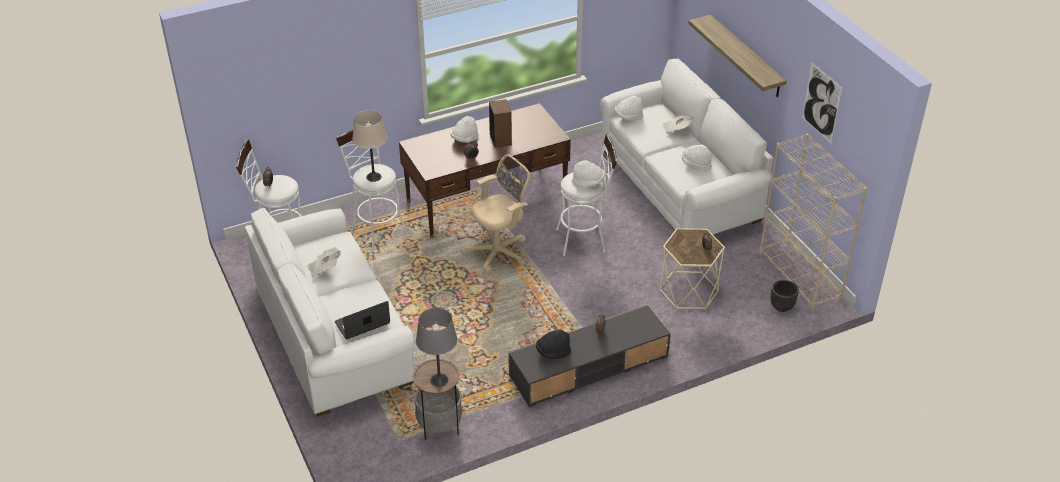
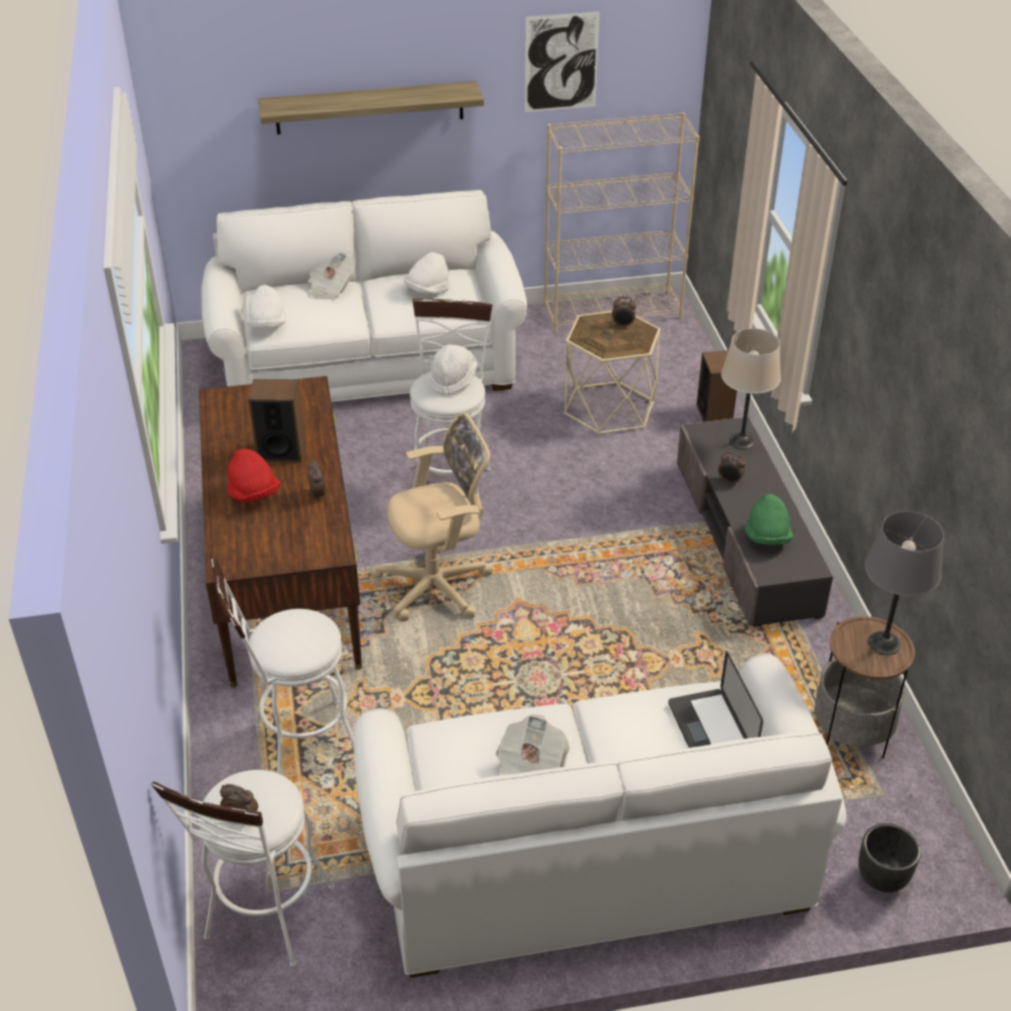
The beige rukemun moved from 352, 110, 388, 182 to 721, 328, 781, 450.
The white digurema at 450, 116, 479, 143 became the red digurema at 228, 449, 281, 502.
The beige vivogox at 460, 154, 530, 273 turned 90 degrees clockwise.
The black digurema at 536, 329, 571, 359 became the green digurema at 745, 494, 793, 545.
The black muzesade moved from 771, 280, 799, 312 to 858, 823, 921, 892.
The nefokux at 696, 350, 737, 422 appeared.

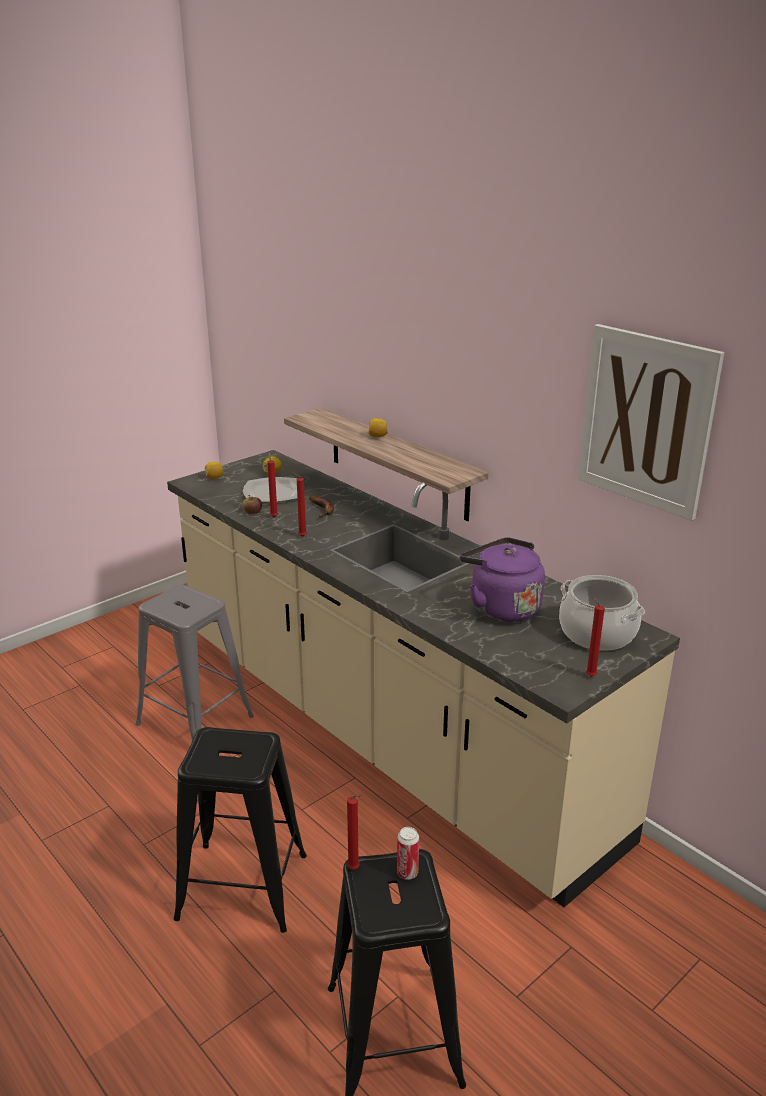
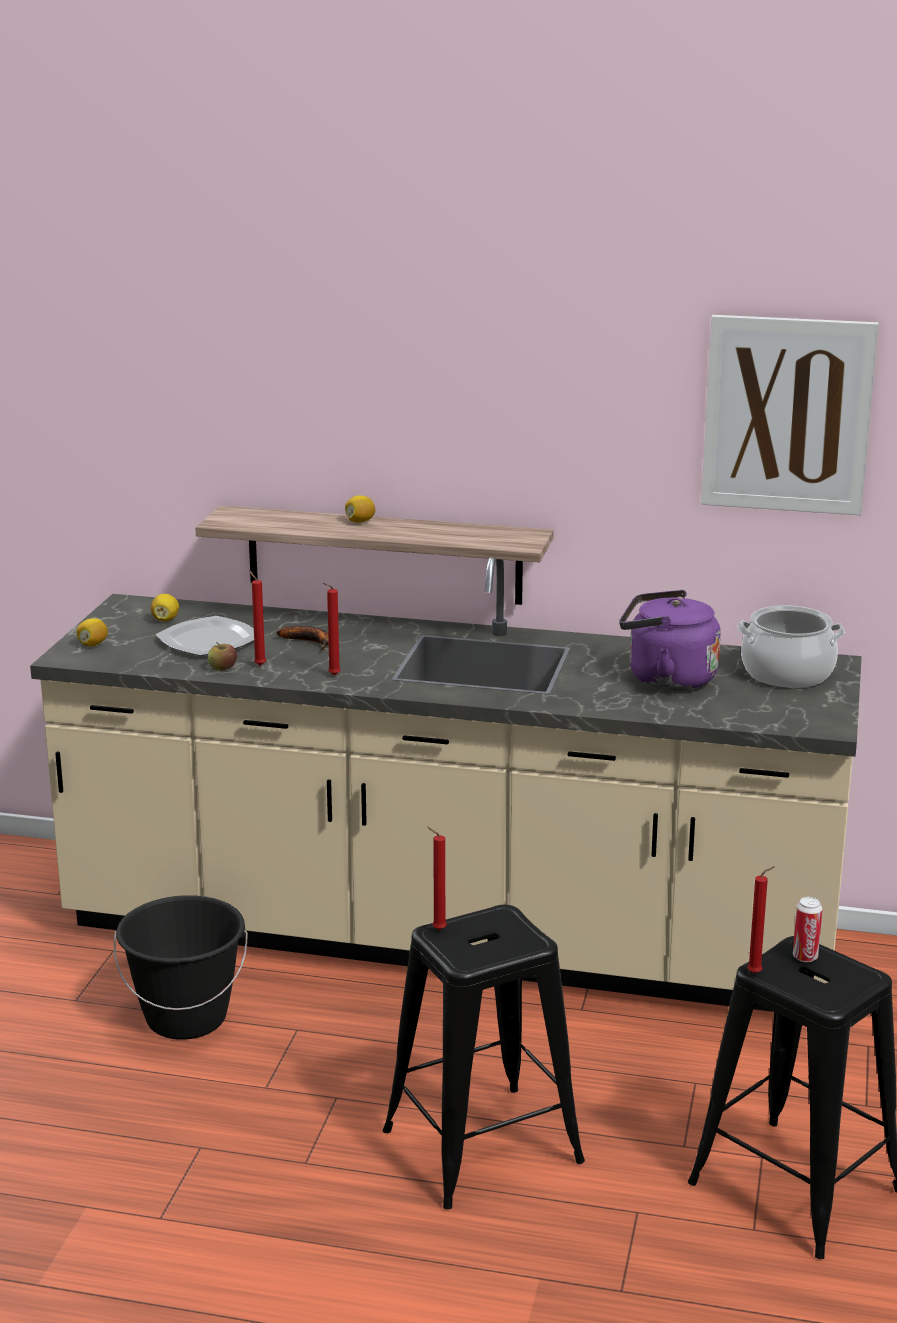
The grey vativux at 135, 585, 254, 741 was replaced by the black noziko at 114, 895, 248, 1040.
The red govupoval moved from 586, 596, 605, 677 to 427, 827, 447, 930.

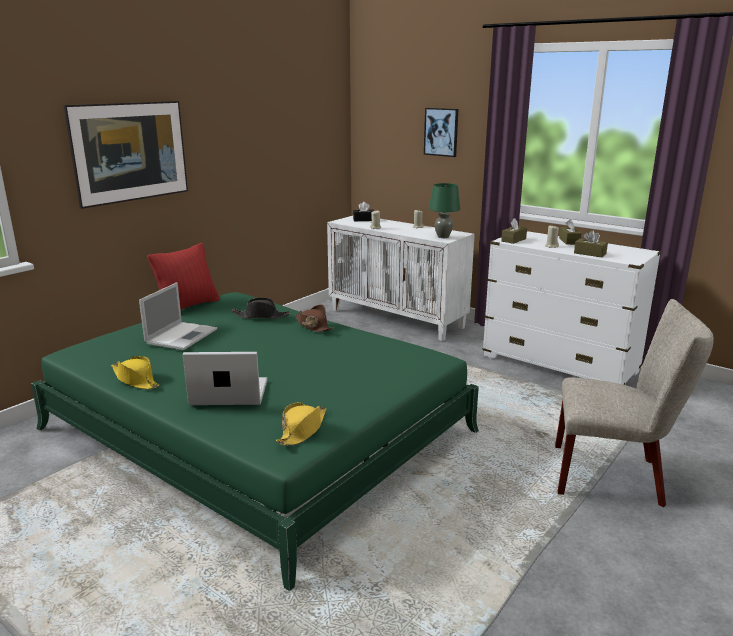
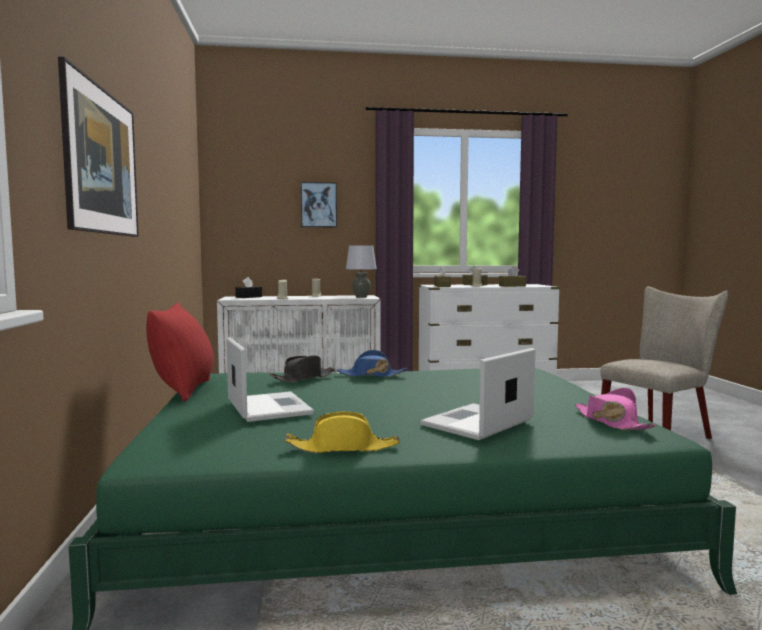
The yellow digurema at 276, 402, 326, 446 became the pink digurema at 575, 388, 656, 430.
The brown digurema at 295, 304, 334, 332 became the blue digurema at 337, 350, 407, 377.
The green rukemun at 429, 183, 460, 238 became the grey rukemun at 346, 245, 377, 298.

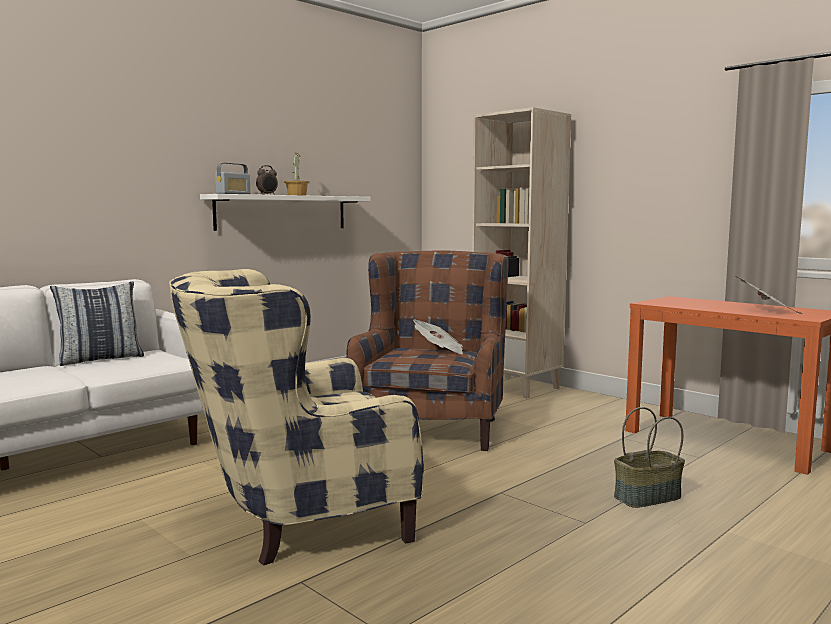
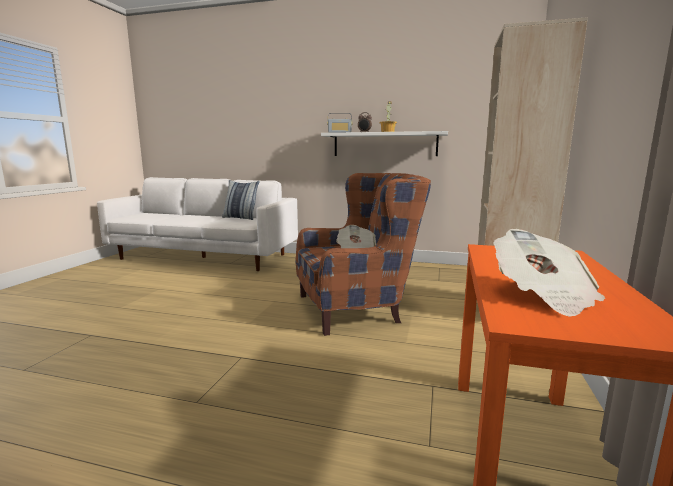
The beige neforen at 169, 269, 424, 565 disappeared.
The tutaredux at 614, 407, 685, 508 disappeared.

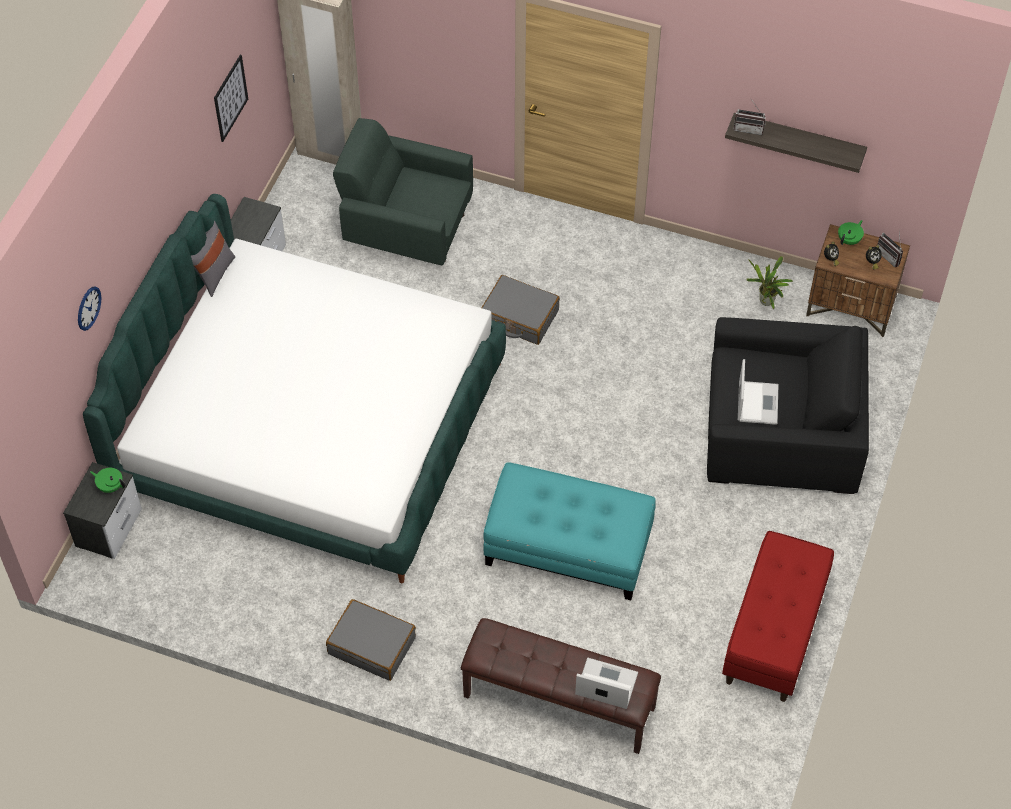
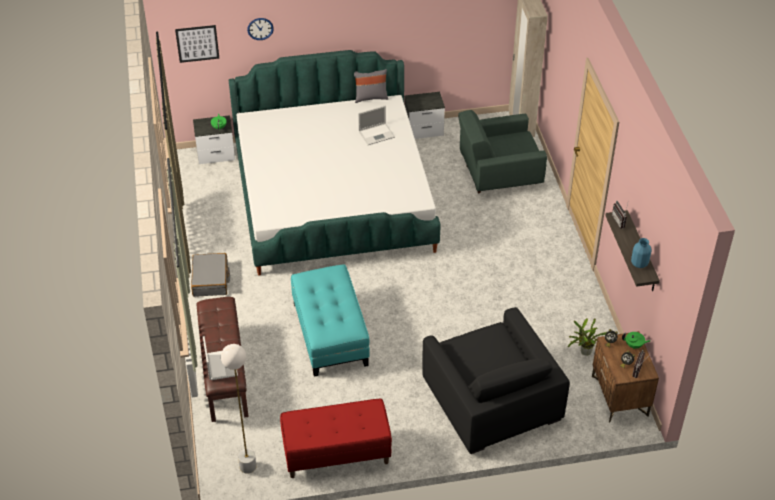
The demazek moved from 214, 55, 248, 142 to 175, 25, 220, 63.
The green neforen at 333, 118, 473, 265 turned 90 degrees counterclockwise.
The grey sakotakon at 481, 275, 560, 345 disappeared.
The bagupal moved from 738, 359, 779, 425 to 358, 106, 395, 145.
The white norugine at 221, 344, 256, 474 appeared.
The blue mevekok at 631, 238, 652, 268 appeared.

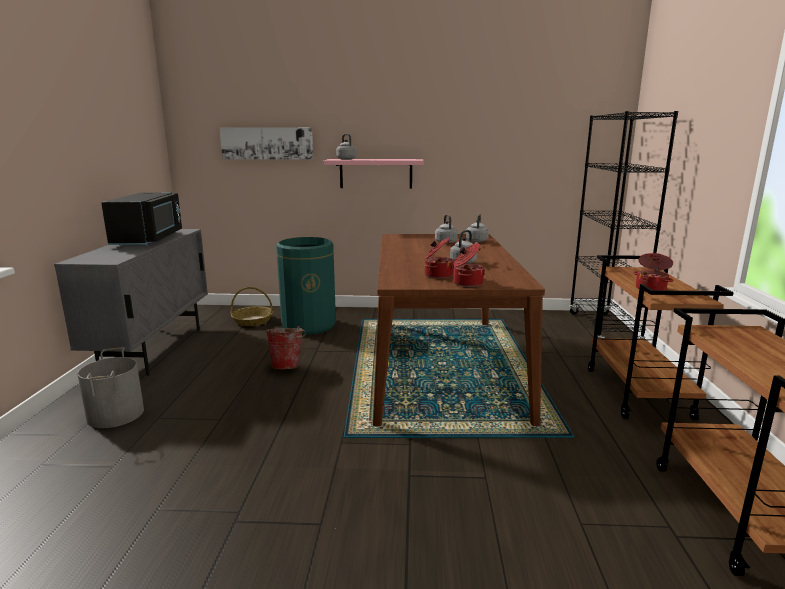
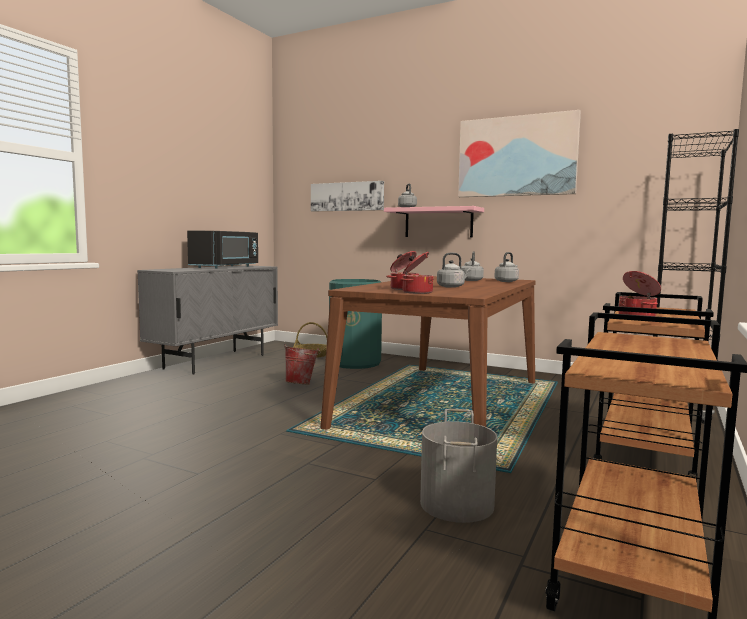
The grey noziko moved from 77, 347, 144, 428 to 420, 409, 497, 523.
The demazek at 458, 110, 581, 197 appeared.

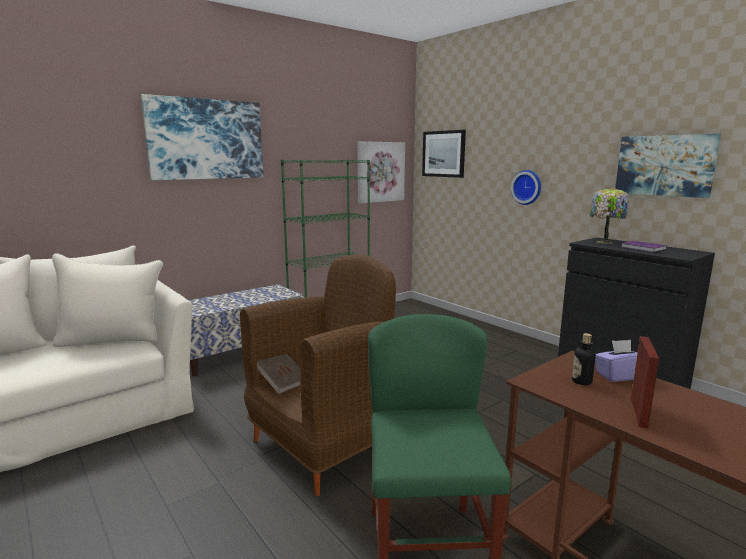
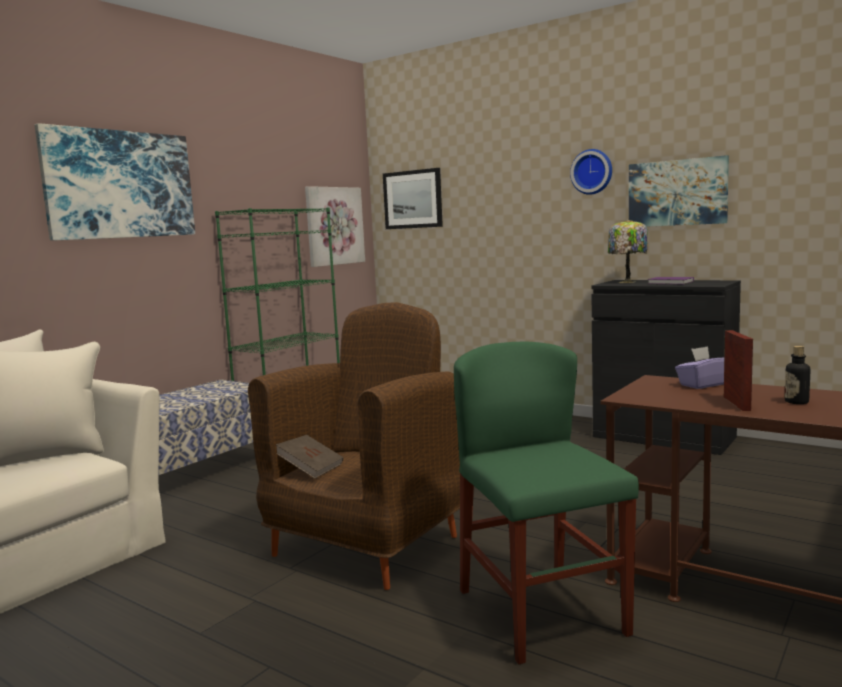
The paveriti moved from 511, 170, 541, 205 to 570, 149, 612, 195.
The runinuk moved from 572, 333, 596, 385 to 785, 346, 810, 404.

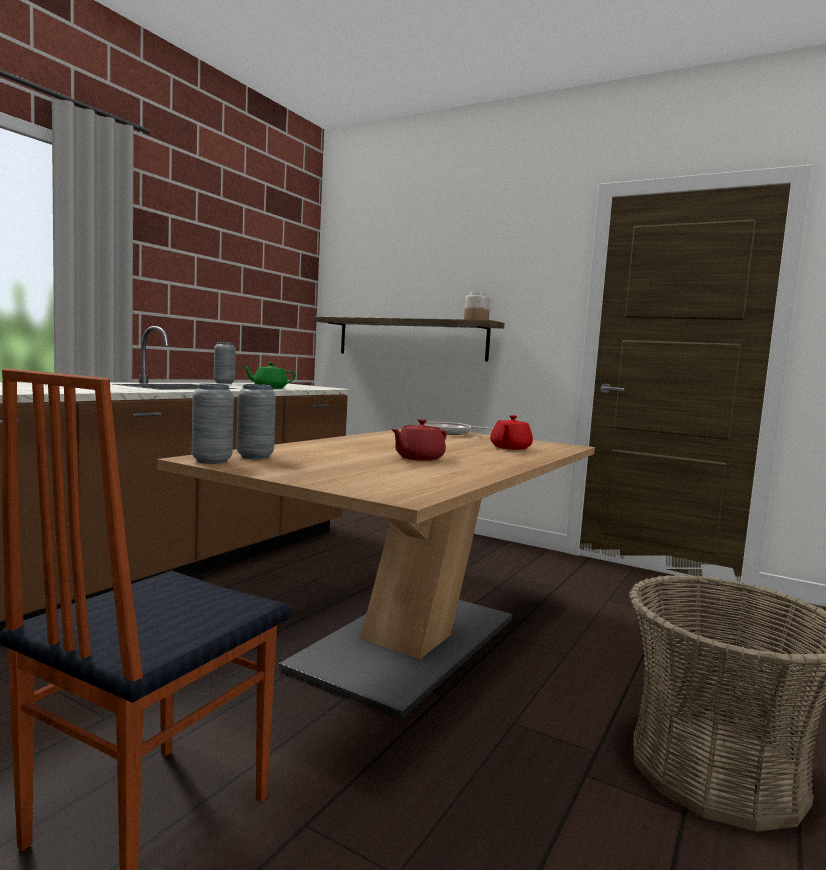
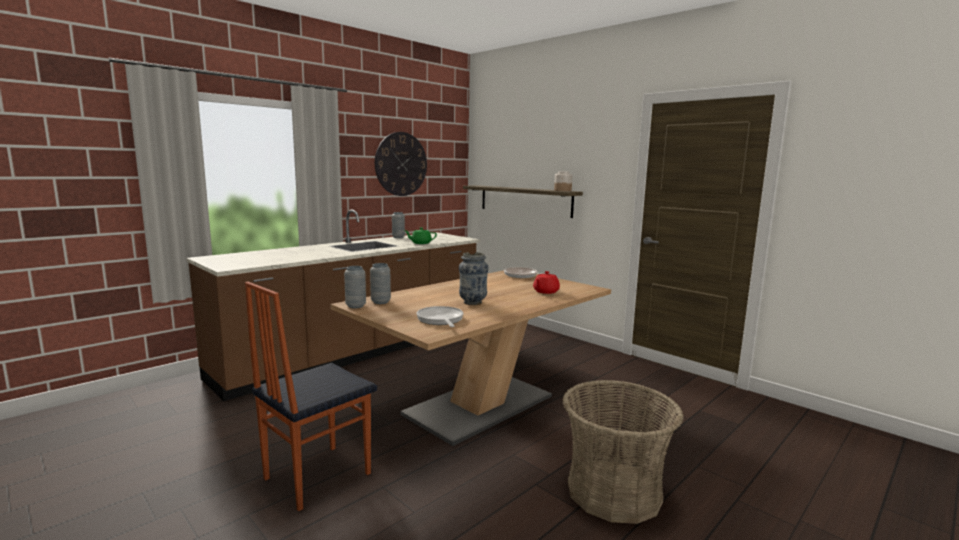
The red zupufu at 391, 419, 447, 461 was replaced by the mevekok at 459, 252, 489, 305.
The paveriti at 375, 132, 427, 196 appeared.
The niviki at 416, 306, 463, 327 appeared.

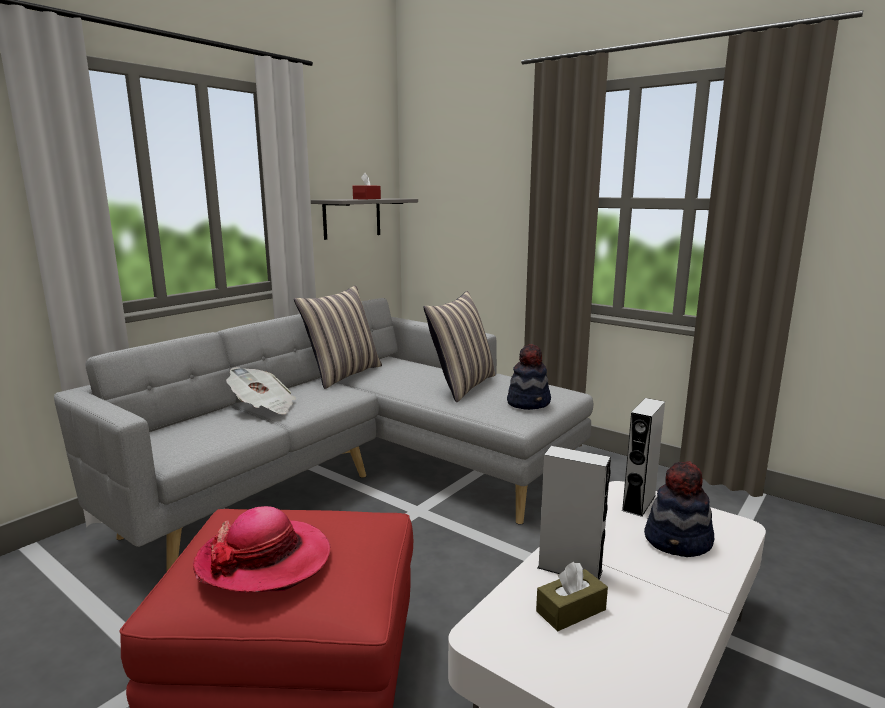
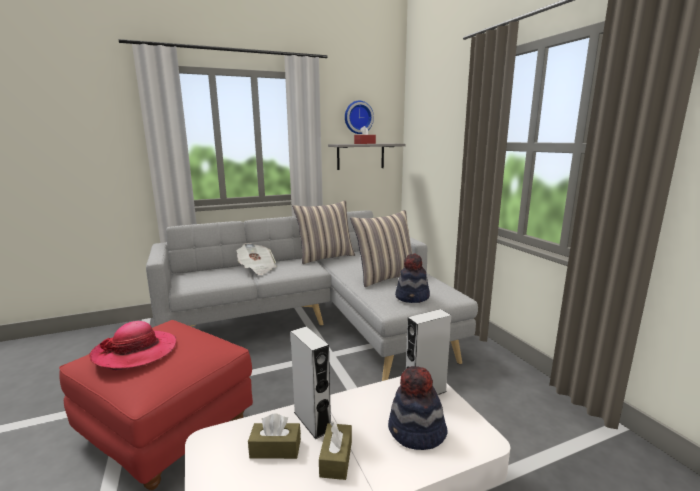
The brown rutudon at 319, 421, 352, 480 appeared.
The paveriti at 345, 101, 374, 134 appeared.

